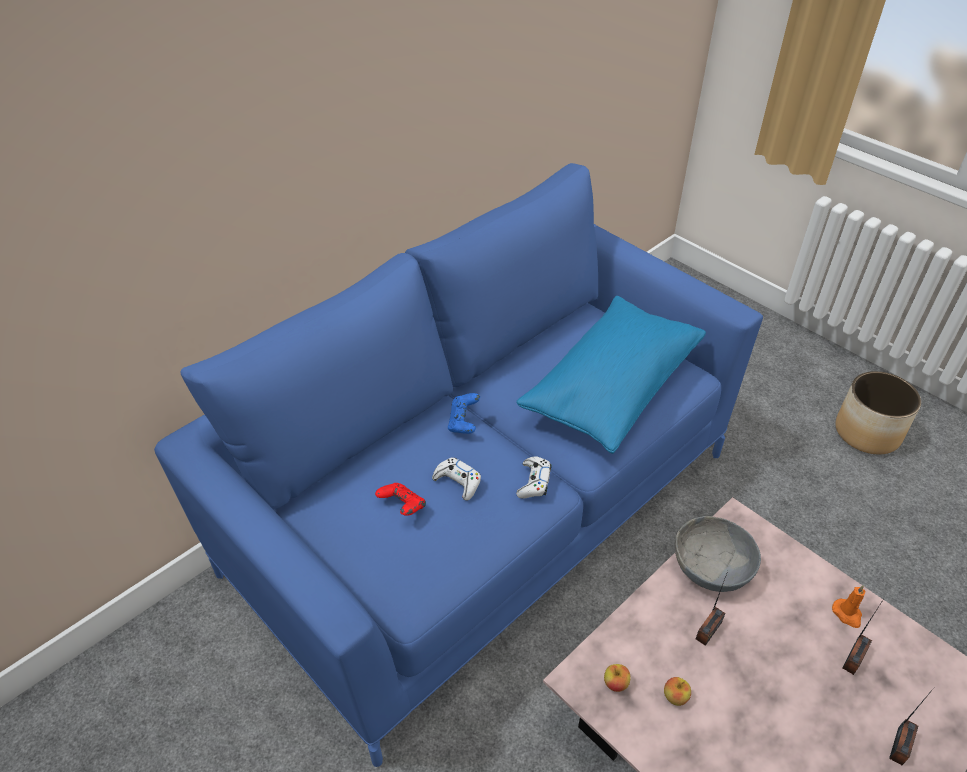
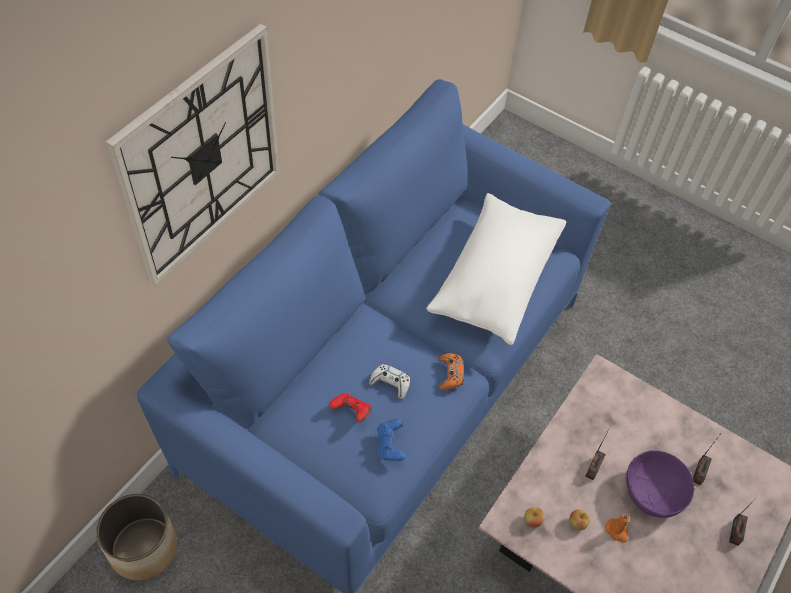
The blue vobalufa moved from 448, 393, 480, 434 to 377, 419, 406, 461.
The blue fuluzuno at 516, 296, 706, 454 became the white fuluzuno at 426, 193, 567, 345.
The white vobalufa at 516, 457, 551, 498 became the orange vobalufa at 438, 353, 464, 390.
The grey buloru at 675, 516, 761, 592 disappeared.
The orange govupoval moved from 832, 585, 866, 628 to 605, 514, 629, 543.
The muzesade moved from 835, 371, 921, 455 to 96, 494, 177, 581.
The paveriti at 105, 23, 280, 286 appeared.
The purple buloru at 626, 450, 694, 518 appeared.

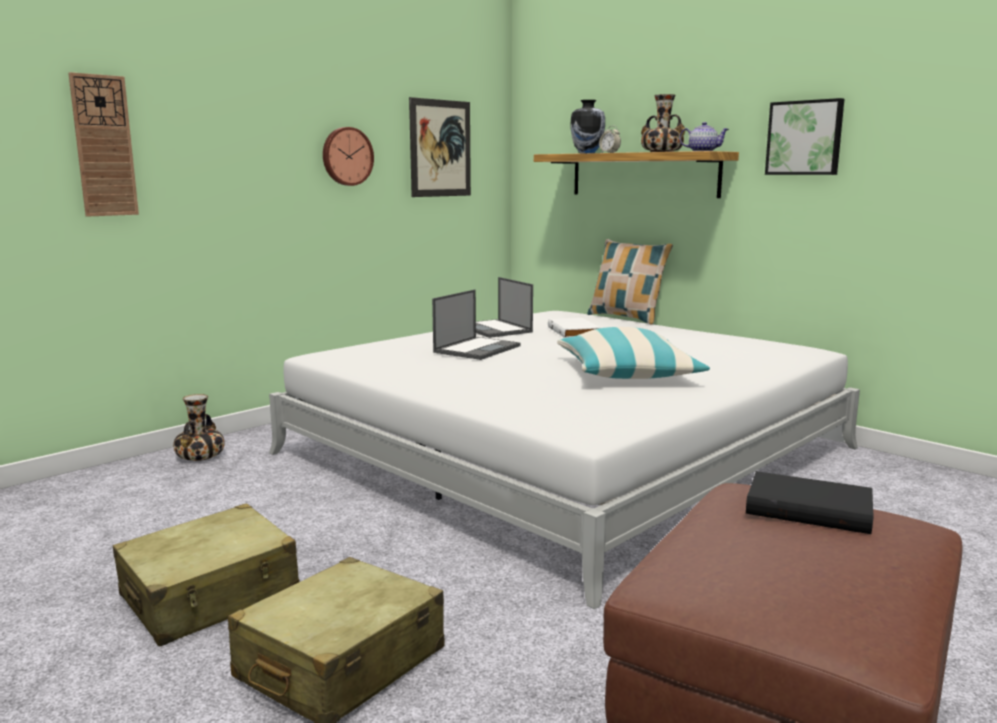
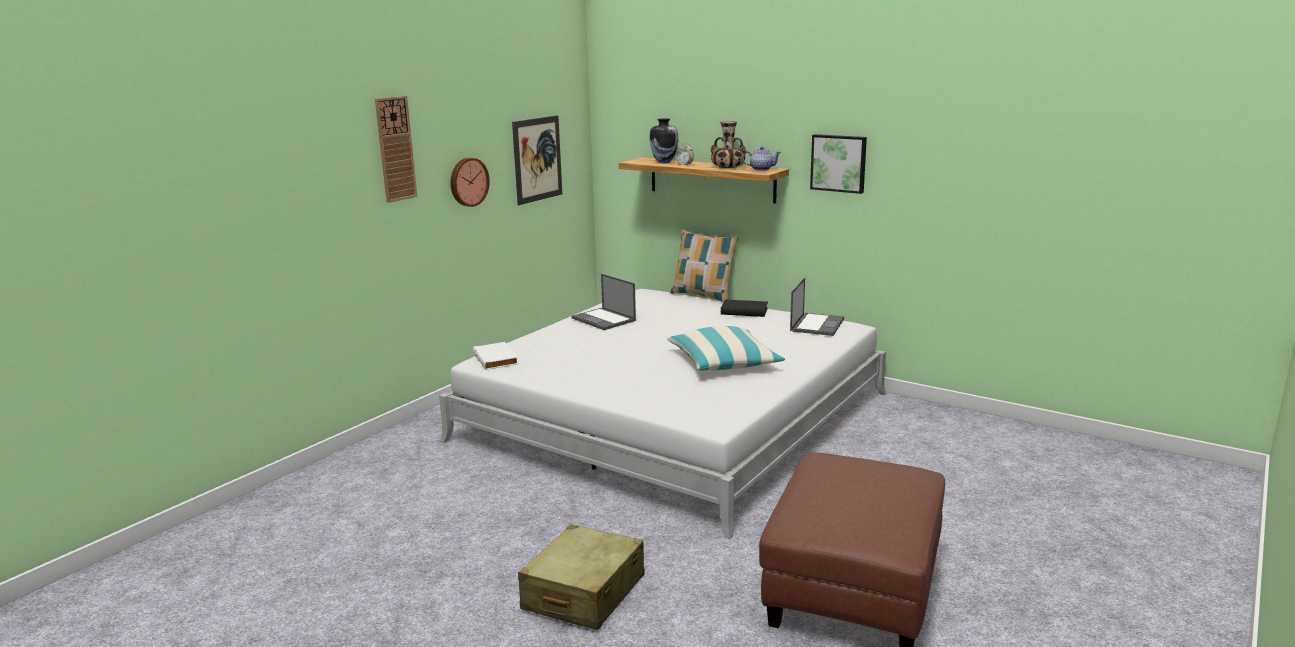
The paveriti moved from 68, 72, 139, 217 to 375, 96, 417, 203.
The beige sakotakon at 113, 503, 300, 646 disappeared.
The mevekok at 173, 394, 225, 461 disappeared.
The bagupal moved from 432, 289, 521, 360 to 790, 278, 844, 336.
The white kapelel moved from 548, 318, 600, 338 to 473, 342, 518, 370.
The black kapelel moved from 746, 471, 874, 534 to 721, 299, 768, 317.

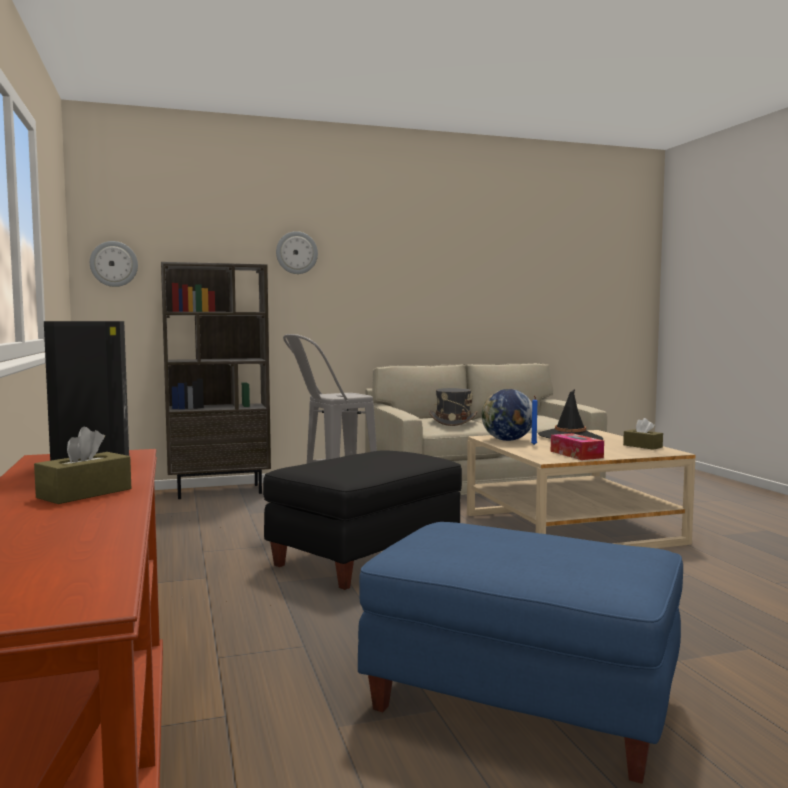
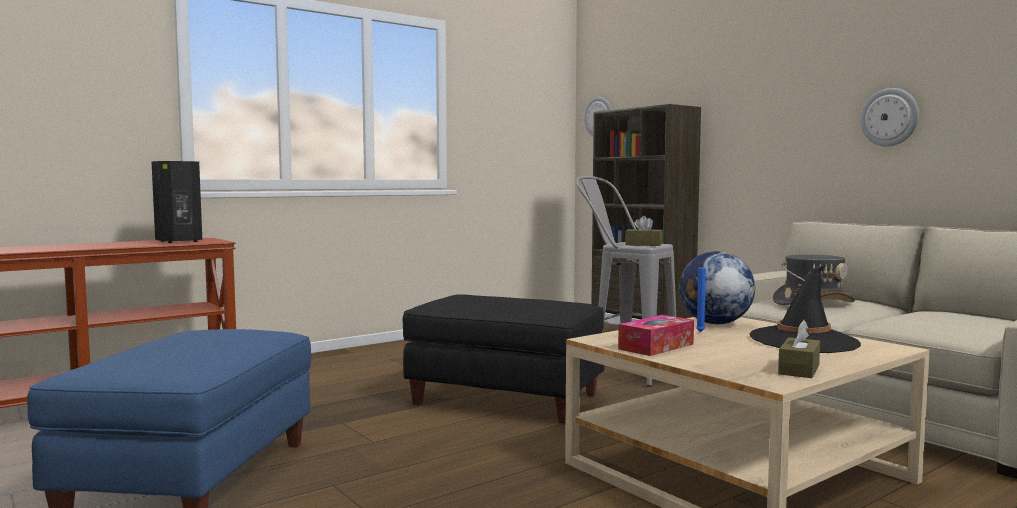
The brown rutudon moved from 34, 427, 131, 504 to 625, 216, 662, 246.
The paveriti moved from 276, 231, 318, 274 to 860, 88, 919, 147.

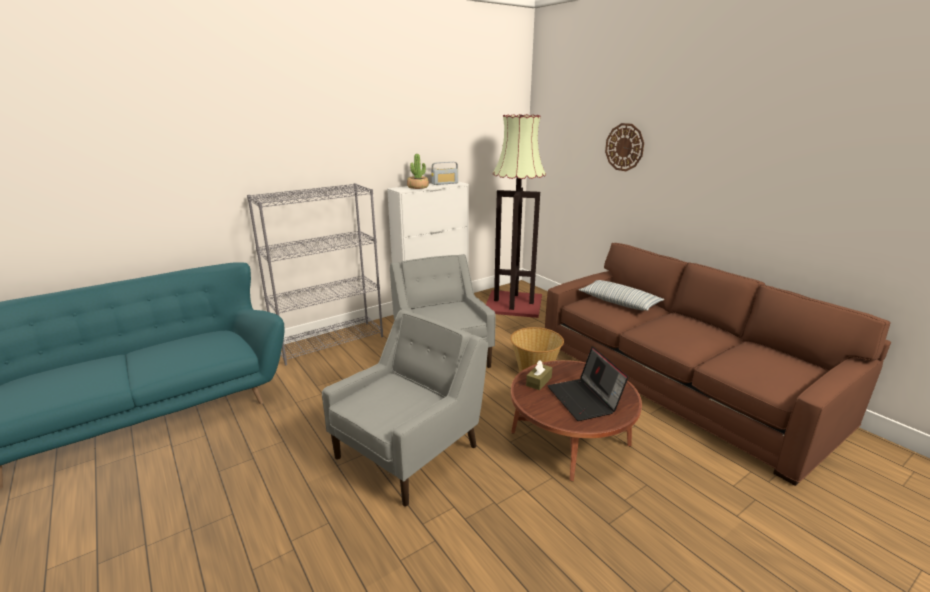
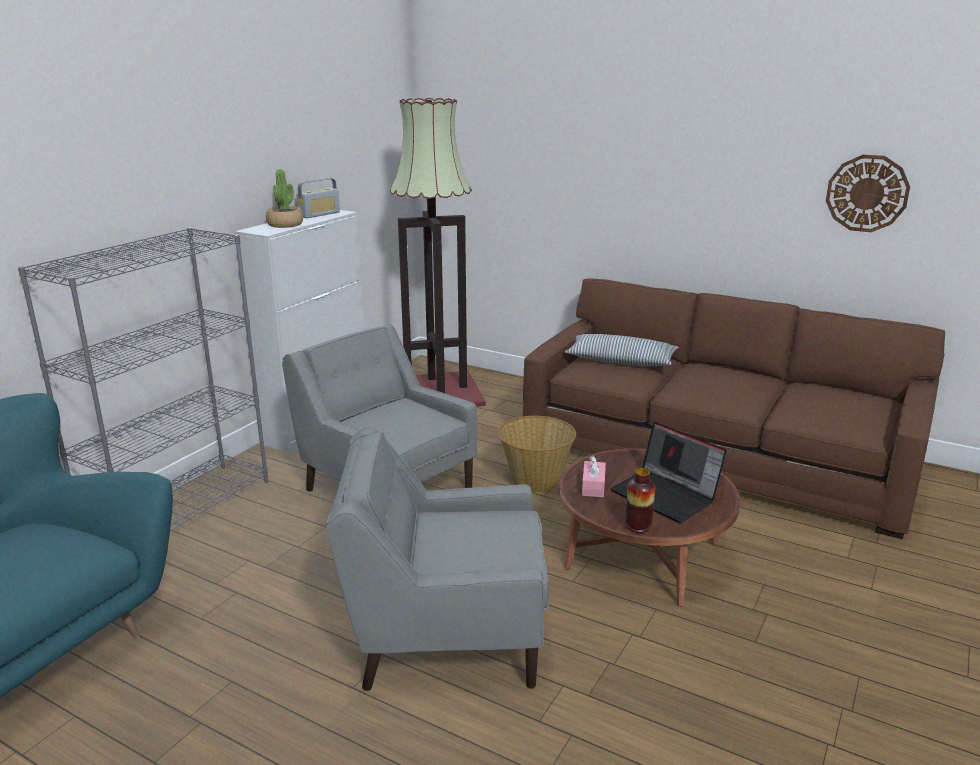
The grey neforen at 322, 309, 488, 506 turned 105 degrees counterclockwise.
The brown rutudon at 526, 360, 552, 390 became the pink rutudon at 582, 456, 606, 497.
The paveriti moved from 605, 123, 644, 171 to 826, 155, 910, 232.
The mevekok at 625, 469, 655, 533 appeared.

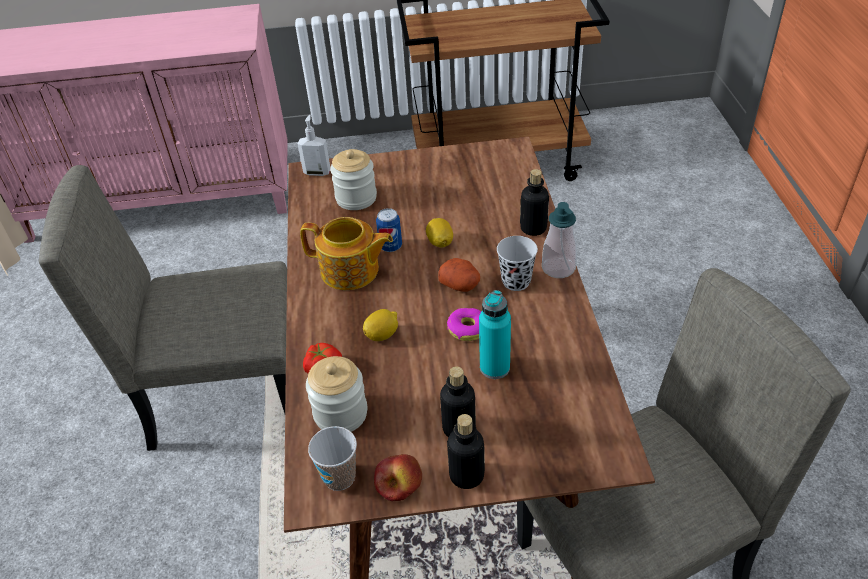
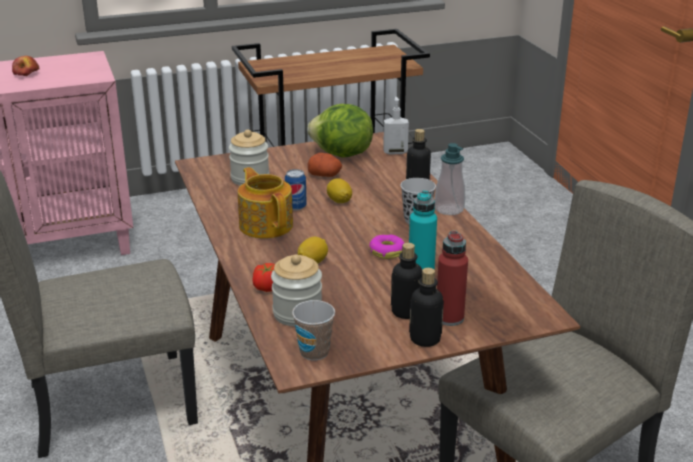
The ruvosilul moved from 298, 115, 330, 176 to 383, 97, 409, 155.
The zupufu at 300, 217, 393, 290 turned 120 degrees counterclockwise.
The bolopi moved from 374, 454, 422, 501 to 12, 56, 40, 76.
The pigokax moved from 438, 258, 480, 292 to 307, 153, 342, 177.
The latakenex at 307, 104, 373, 158 appeared.
The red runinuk at 437, 231, 468, 326 appeared.

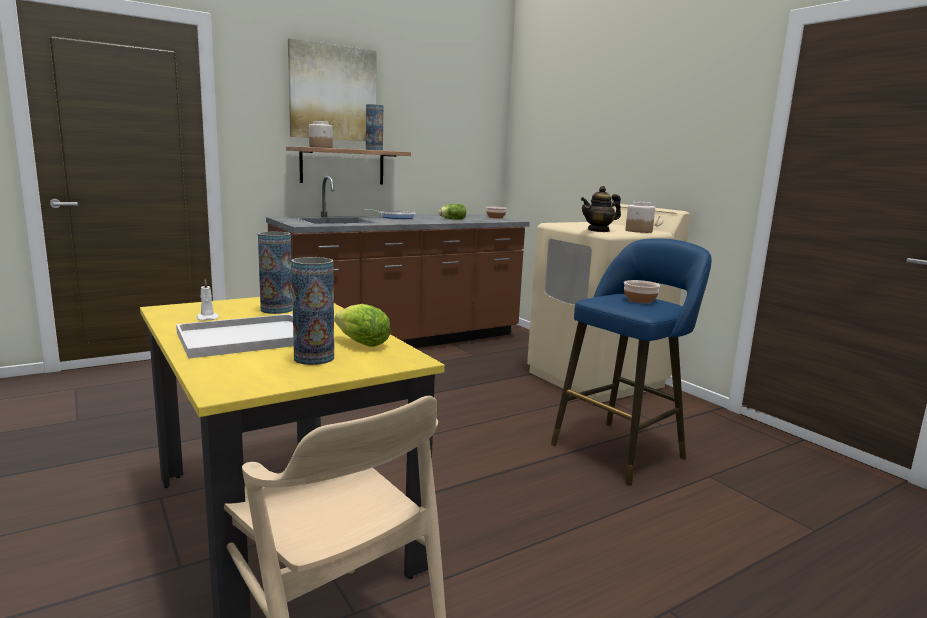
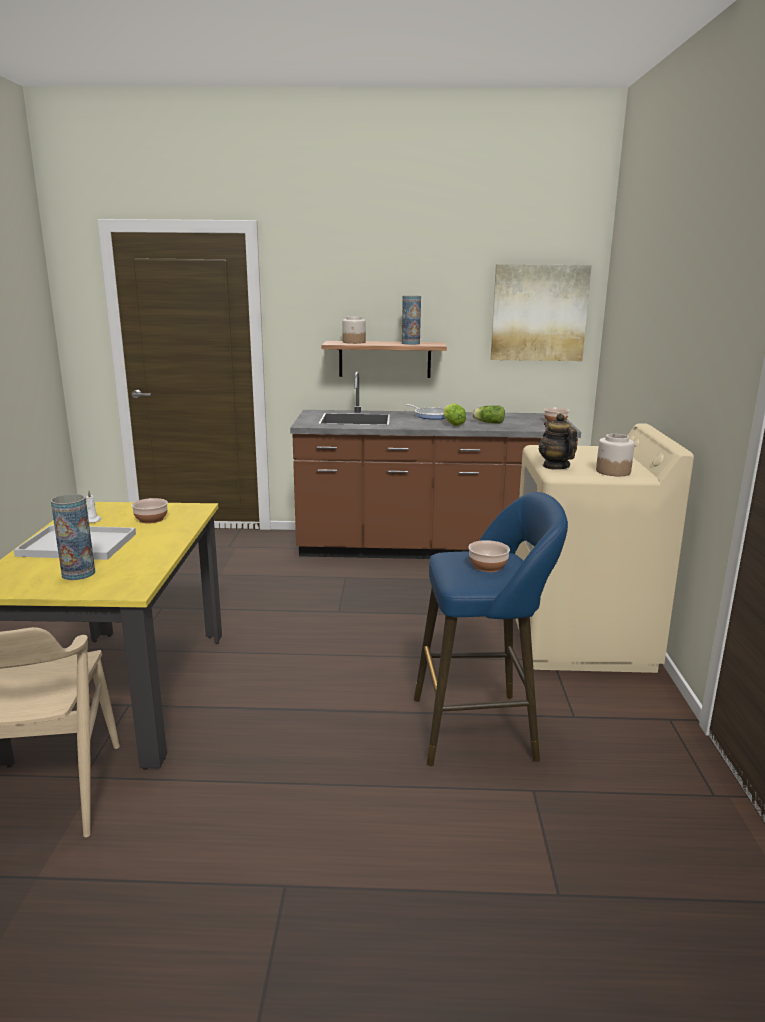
The mevekok at 258, 232, 293, 314 was replaced by the buloru at 131, 498, 168, 524.
The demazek moved from 288, 38, 377, 141 to 491, 264, 592, 361.
The latakenex moved from 334, 304, 391, 347 to 444, 403, 466, 426.
The zupufu at 581, 186, 621, 232 turned 60 degrees clockwise.

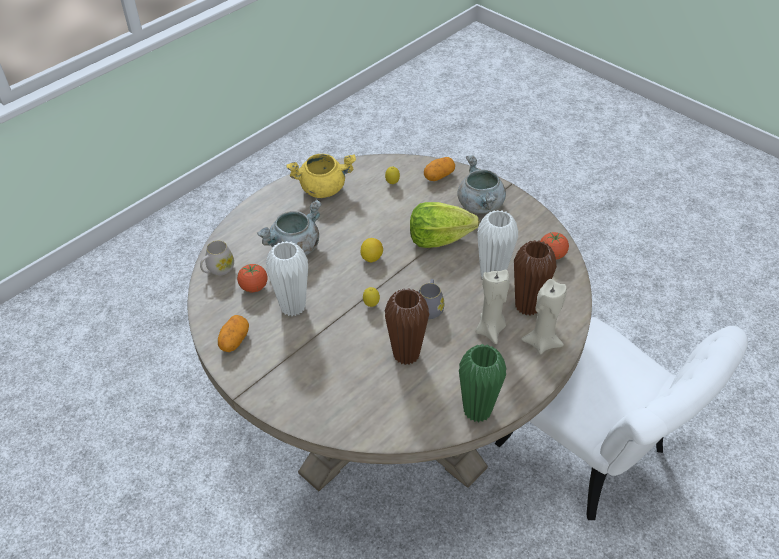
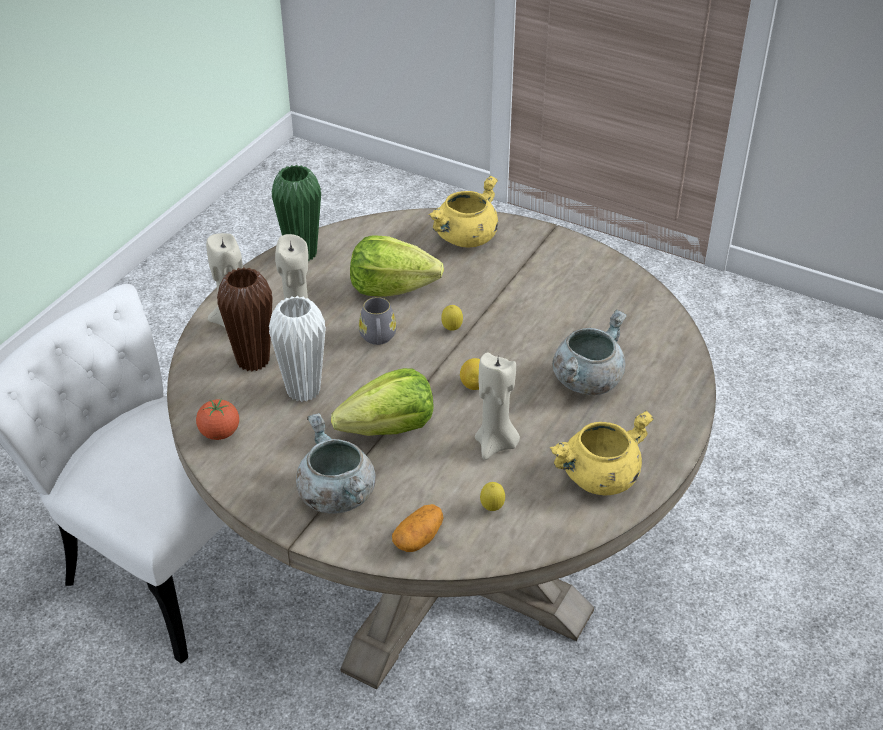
The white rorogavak at 200, 241, 234, 275 disappeared.
The pigokax at 218, 315, 249, 352 disappeared.
The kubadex at 237, 264, 268, 292 disappeared.
The white mevekok at 266, 241, 308, 316 disappeared.
The brown mevekok at 385, 288, 429, 365 was replaced by the latakenex at 350, 235, 444, 297.
The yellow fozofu at 429, 176, 498, 247 appeared.
The beige govupoval at 475, 352, 520, 460 appeared.

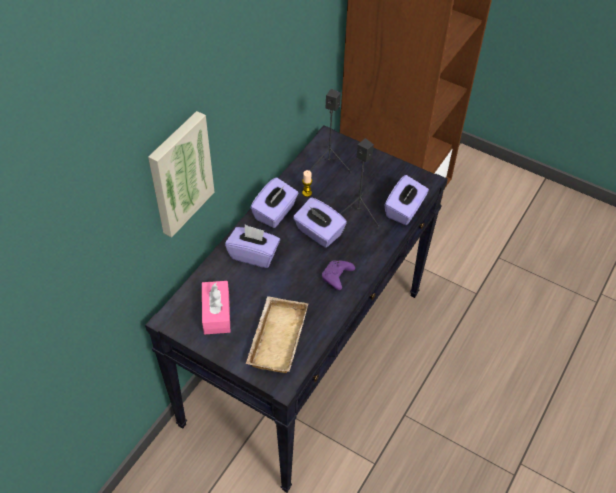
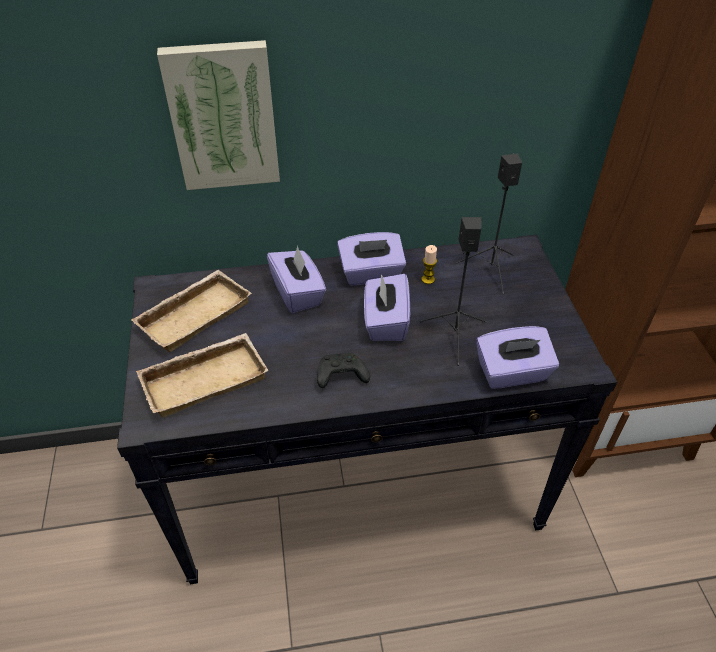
The pink rutudon at 202, 281, 230, 334 was replaced by the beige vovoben at 131, 270, 252, 352.
The purple vobalufa at 322, 260, 355, 290 became the black vobalufa at 317, 353, 370, 388.

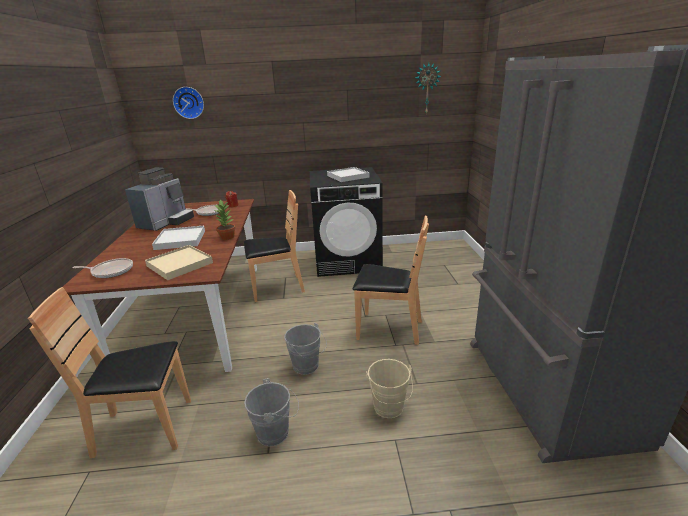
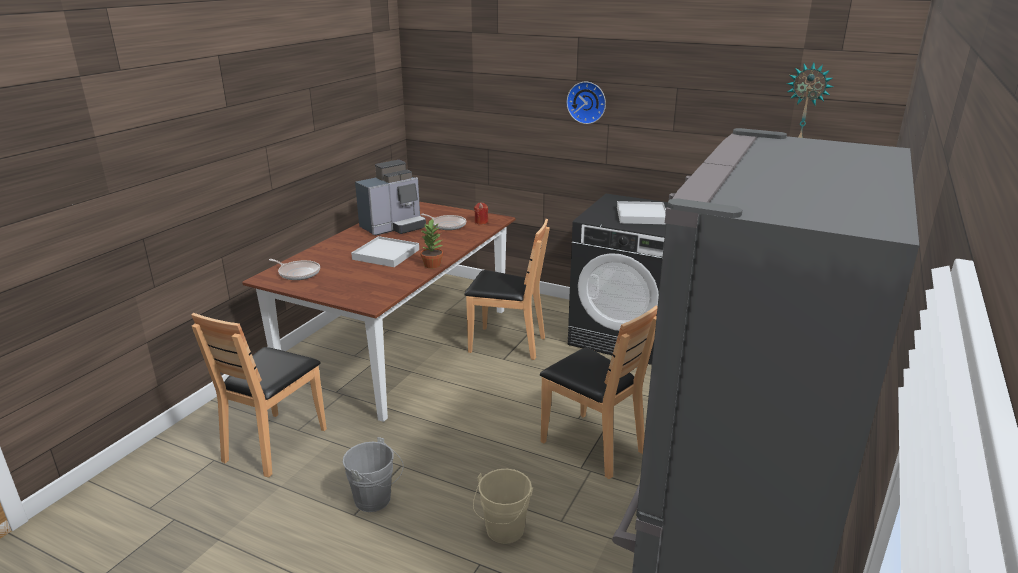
The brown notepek at 28, 287, 191, 458 turned 90 degrees counterclockwise.
The beige vovoben at 145, 245, 213, 280 disappeared.
The paveriti moved from 173, 87, 204, 119 to 567, 82, 606, 124.
The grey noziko at 284, 323, 327, 375 disappeared.

